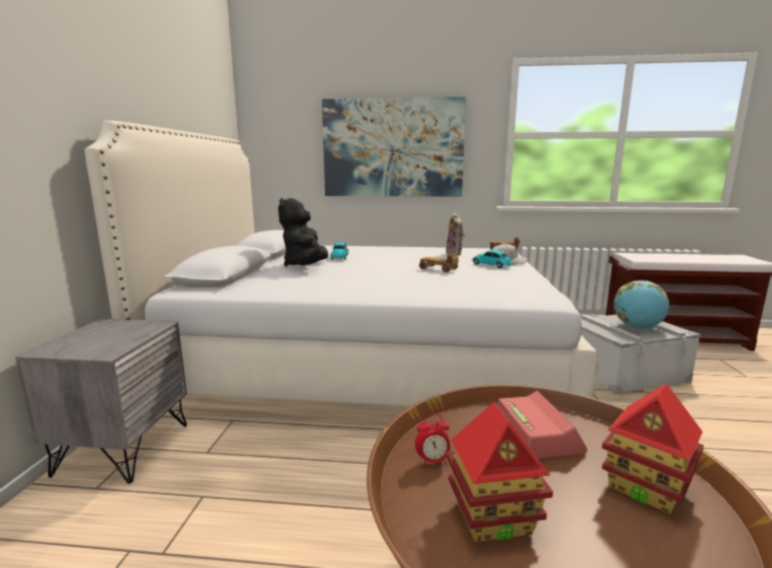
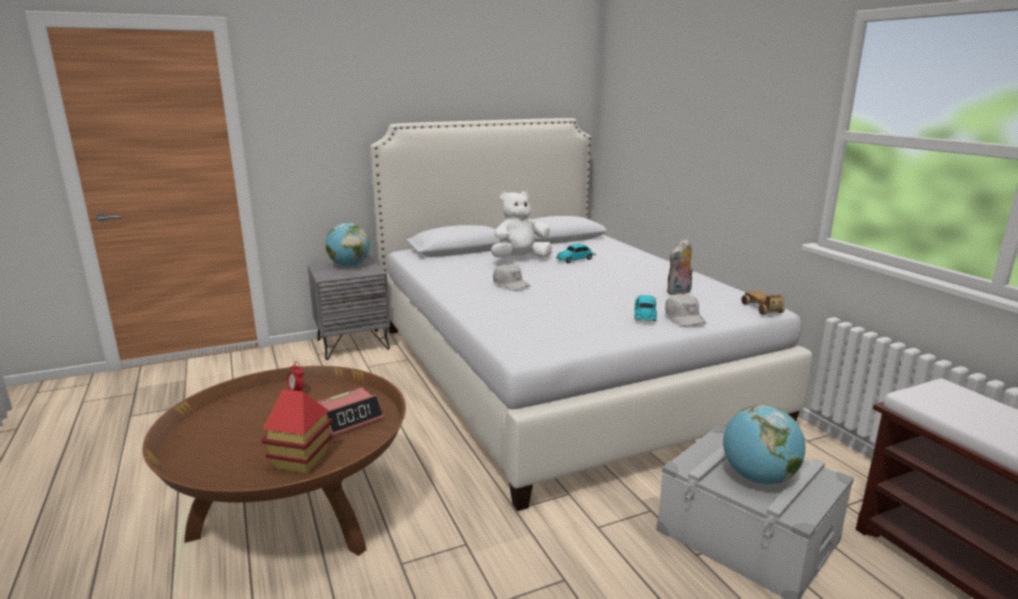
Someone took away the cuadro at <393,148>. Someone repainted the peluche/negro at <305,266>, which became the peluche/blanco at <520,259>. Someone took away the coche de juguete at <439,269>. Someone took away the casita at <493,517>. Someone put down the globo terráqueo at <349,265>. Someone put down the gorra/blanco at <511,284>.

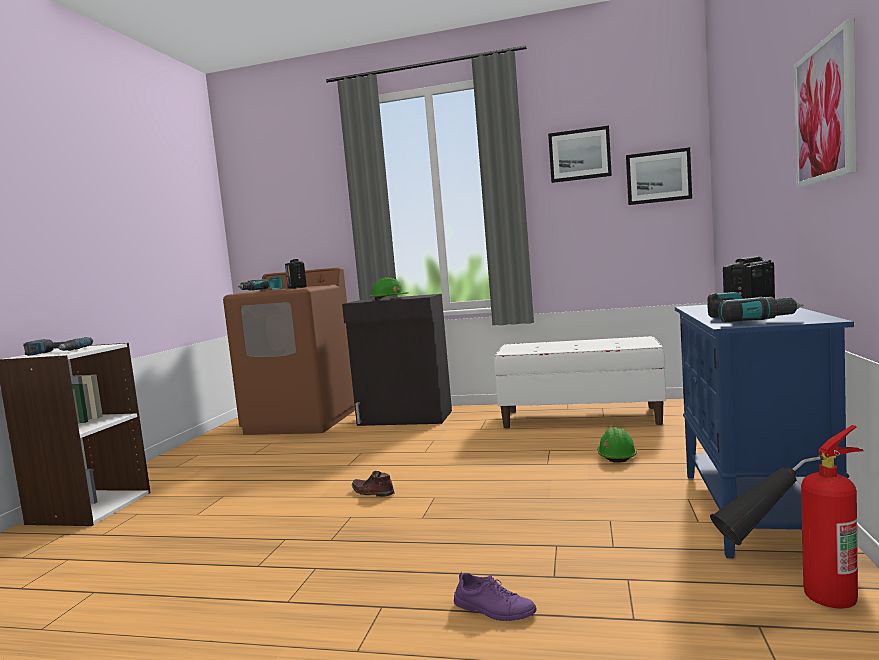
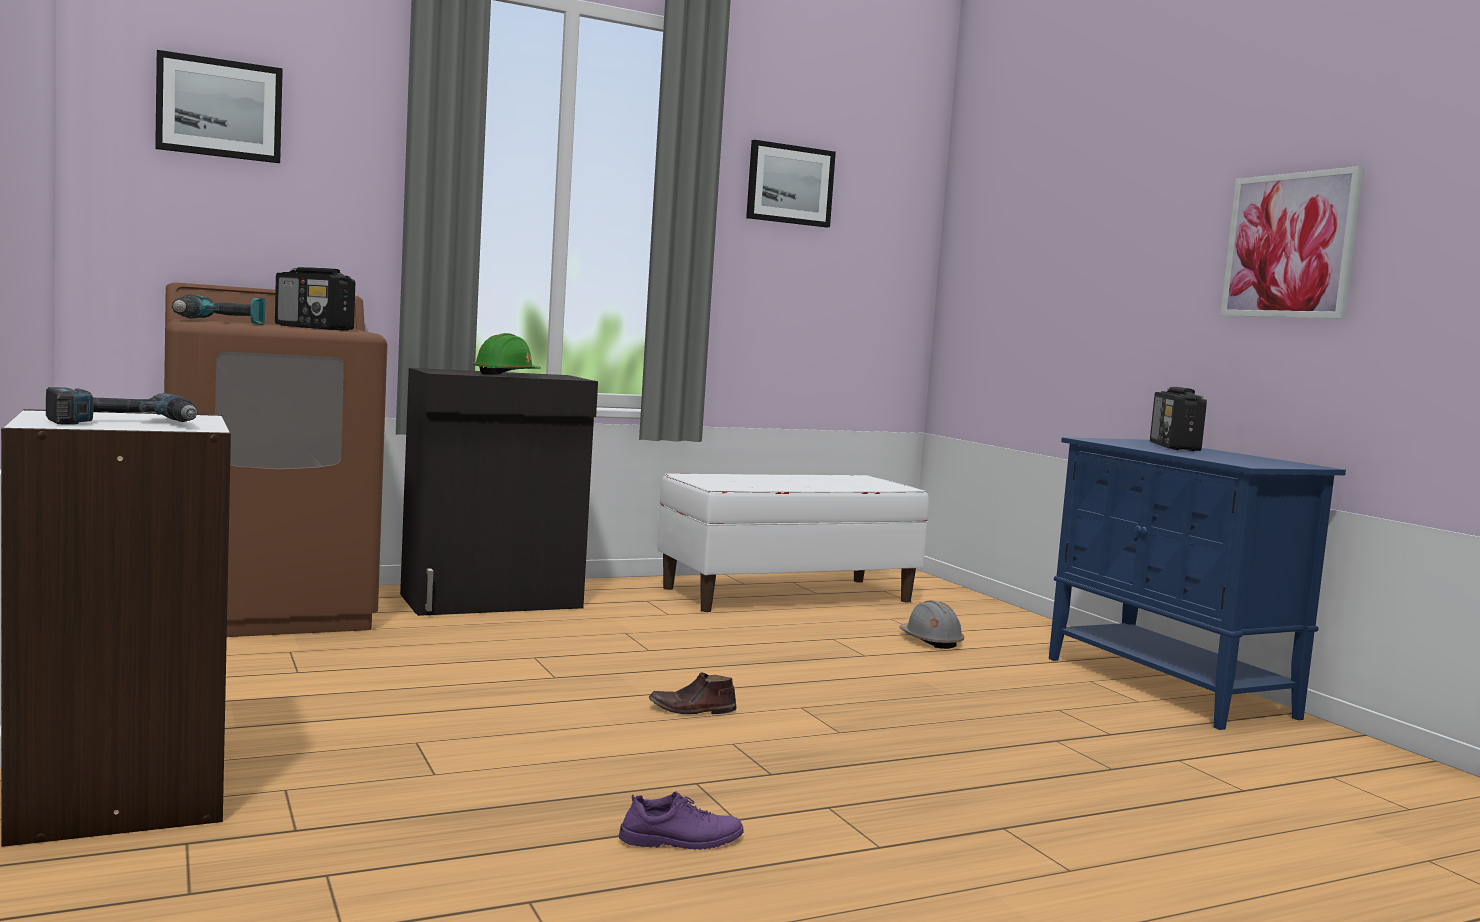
Someone carried the cuadro from <658,177> to <219,108>. Someone took away the taladro at <747,319>. Someone took away the extintor at <793,605>. Someone repainted the casco/verde at <617,456>, which became the casco/gris at <931,641>. Someone carried the zapato/morado from <494,609> to <681,840>.

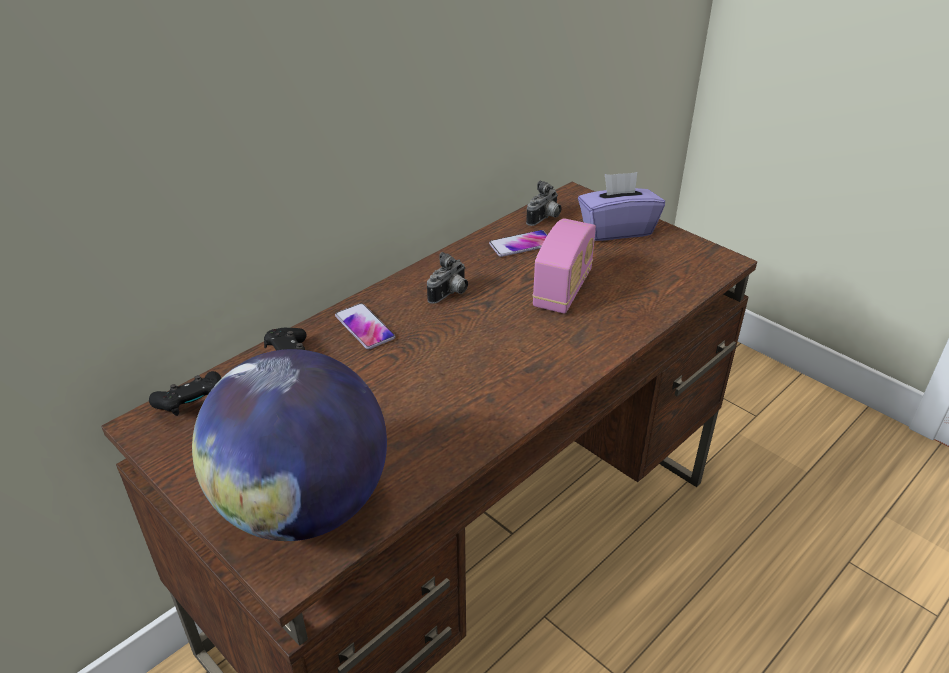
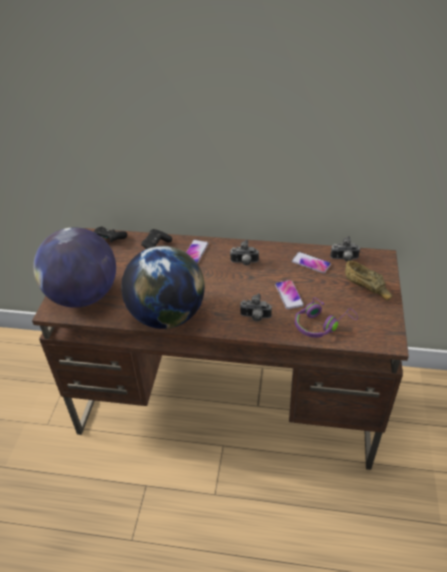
Someone swapped the caja de pañuelos/morado at <616,229> for the cuenco/marrón at <368,288>. Someone swapped the radio at <562,290> for the móvil at <289,295>. Someone put down the globo terráqueo at <167,316>. Someone put down the cámara at <255,317>. Someone put down the auriculares/morado at <321,324>.

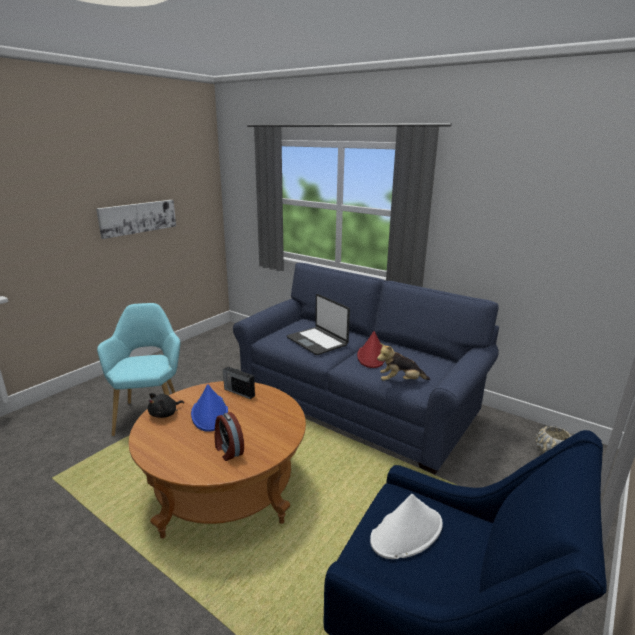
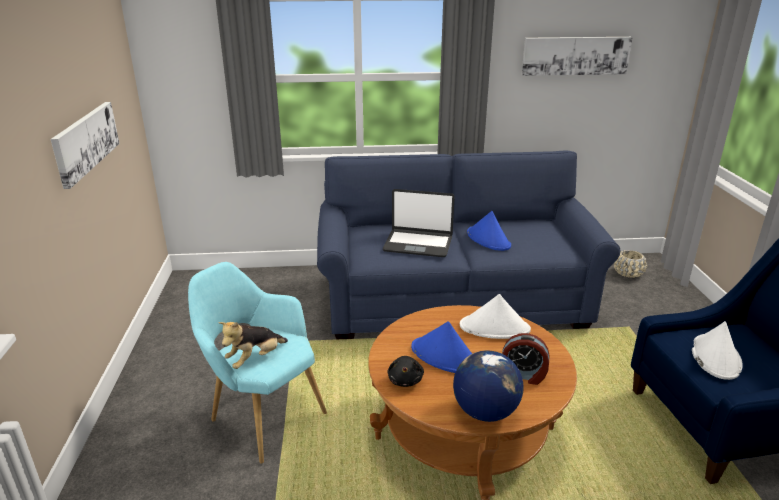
Someone repainted the sombrero/rojo at <372,356>, which became the sombrero/azul at <488,239>. Someone carried the peluche from <400,381> to <255,359>. Someone took away the radio at <239,392>. Someone put up the cuadro at <575,55>. Someone put down the sombrero/blanco at <495,328>. Someone put down the globo terráqueo at <485,412>.

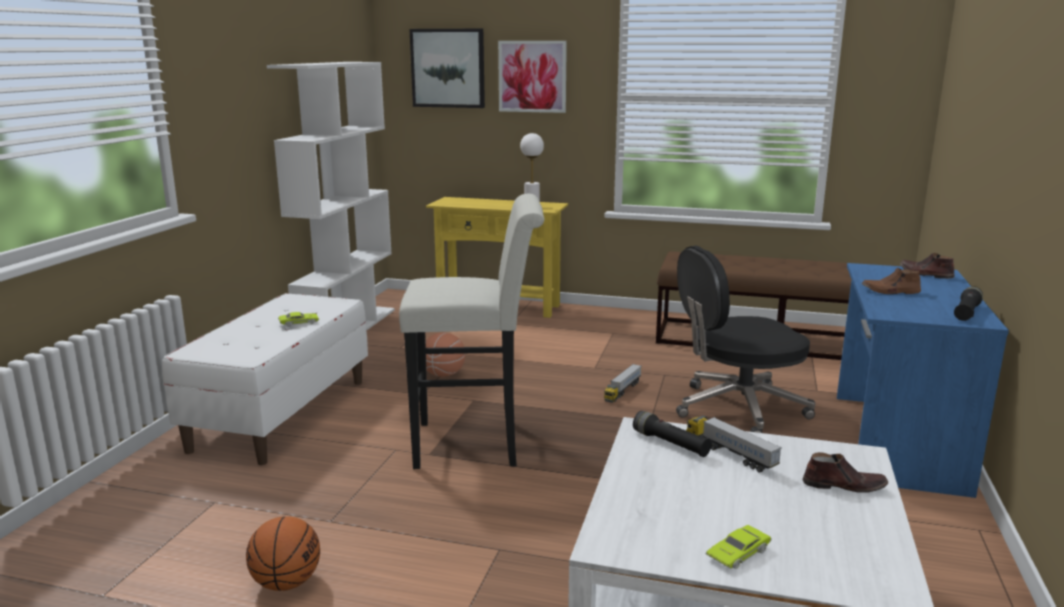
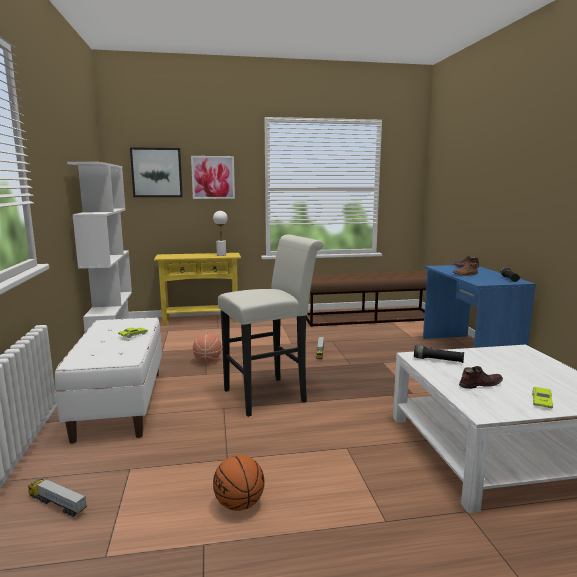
Someone took away the silla de oficina/negro at <737,409>. Someone carried the camión de juguete from <730,453> to <57,504>. Someone carried the zapato/marrón from <843,485> to <480,384>.

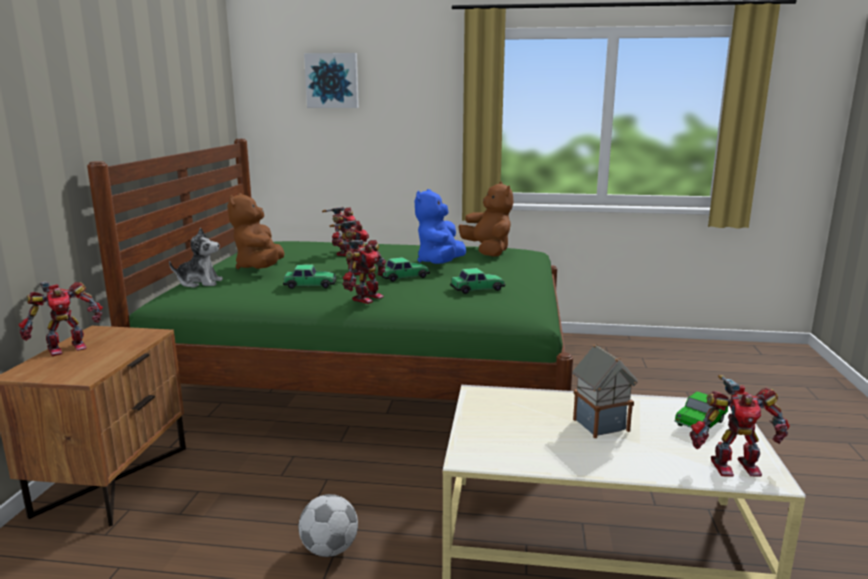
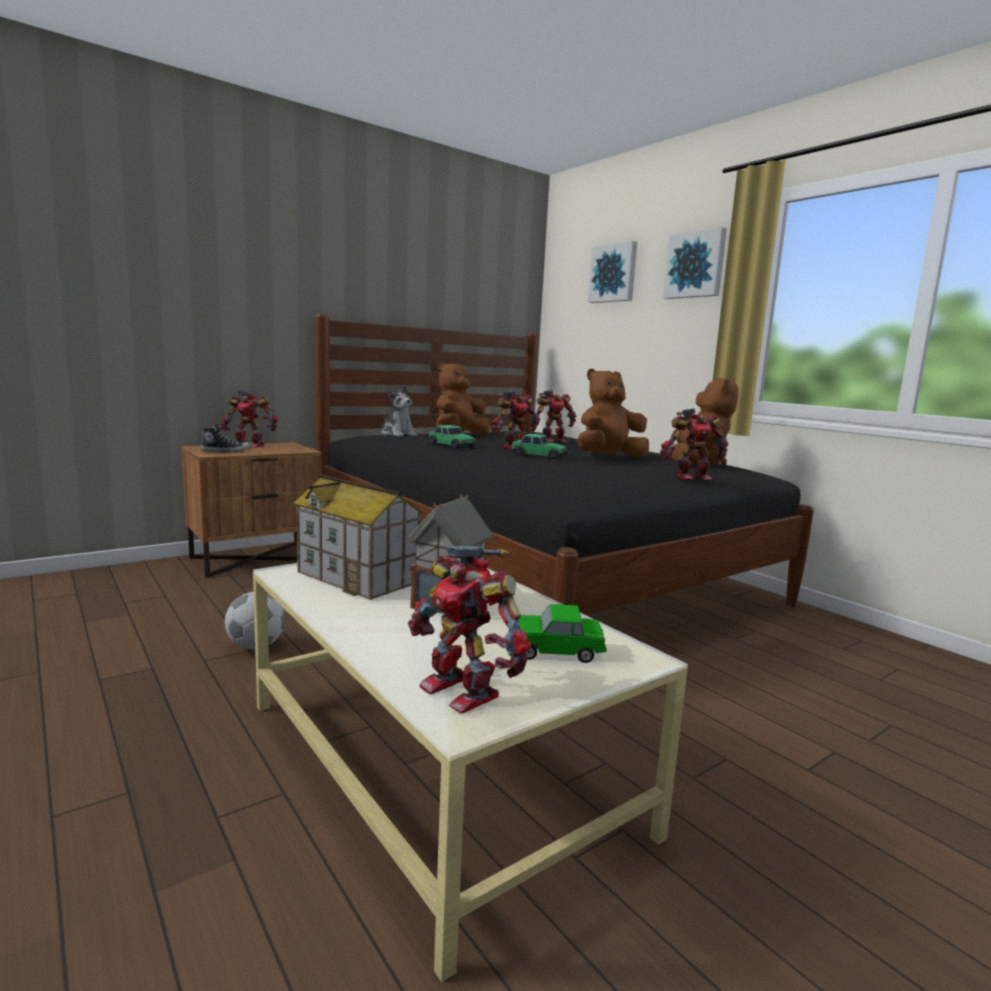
Someone repainted the cama/verde at <373,376>, which became the cama/negro at <532,571>. Someone repainted the peluche/azul at <440,263>, which became the peluche/marrón at <608,457>. Someone carried the robot de juguete from <365,298> to <690,477>. Someone took away the coche de juguete at <477,289>. Someone put up the cuadro at <695,265>. Someone put down the zapato at <226,451>. Someone put down the casita at <359,577>.

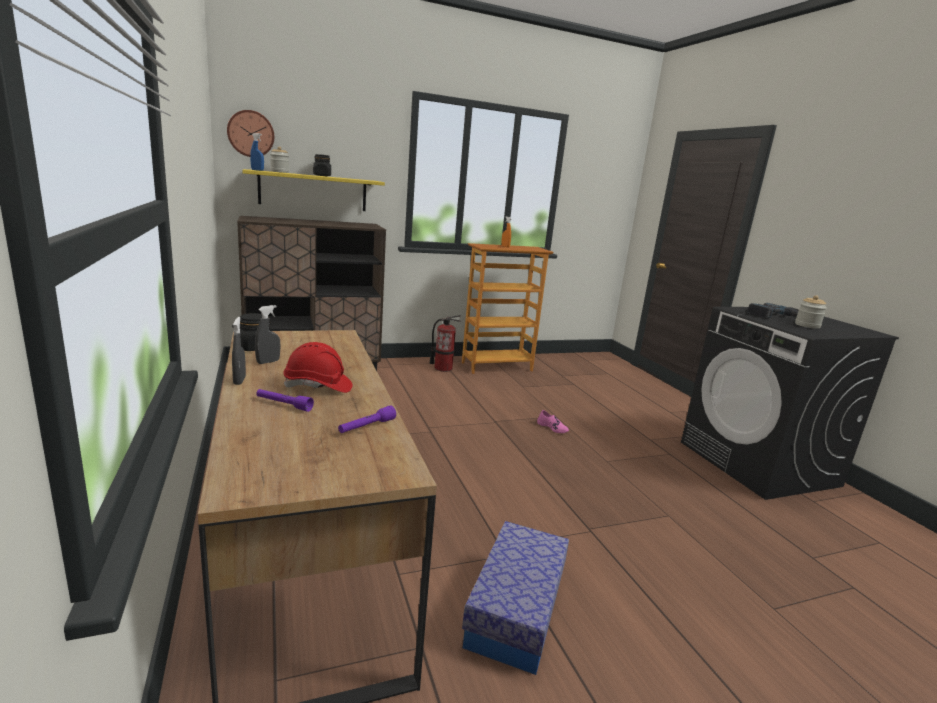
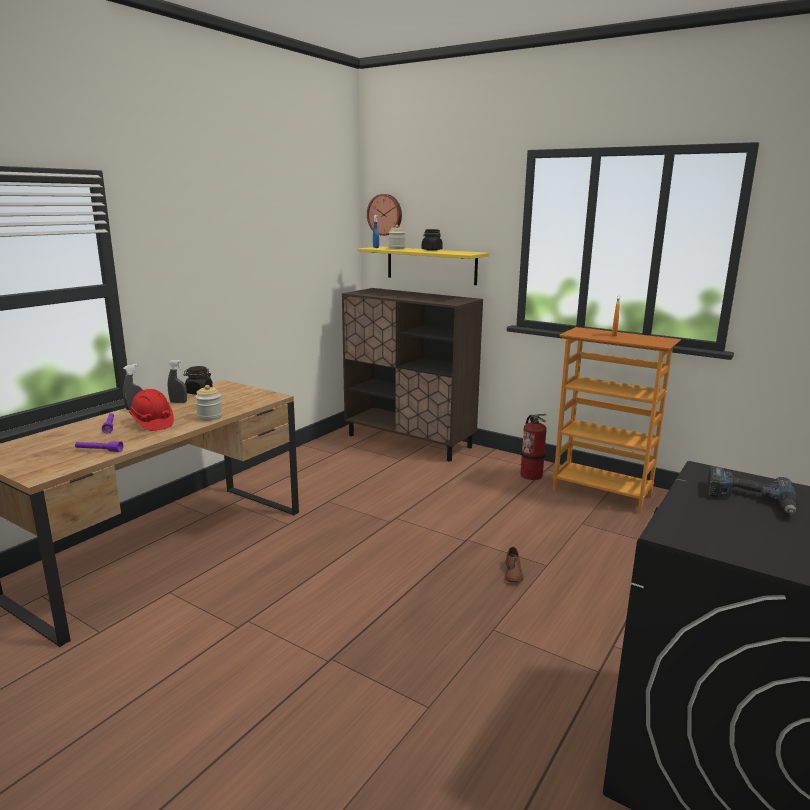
Someone carried the tarro from <807,325> to <210,417>. Someone repainted the zapato/rosa at <552,428>, which became the zapato/marrón at <513,573>. Someone took away the caja de almacenaje at <515,610>.

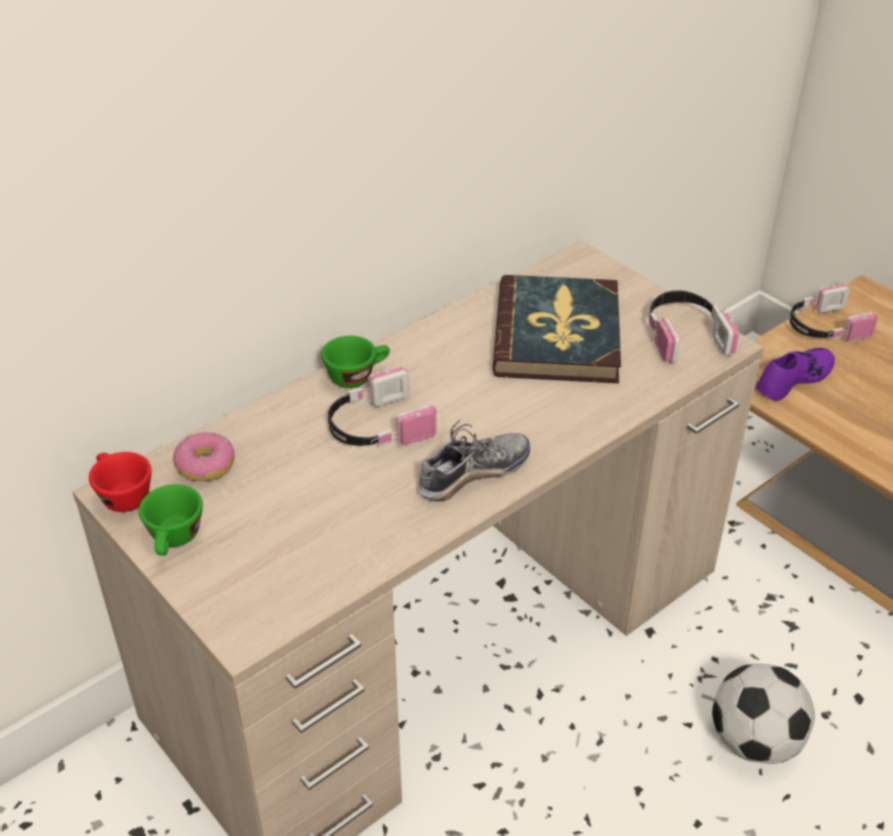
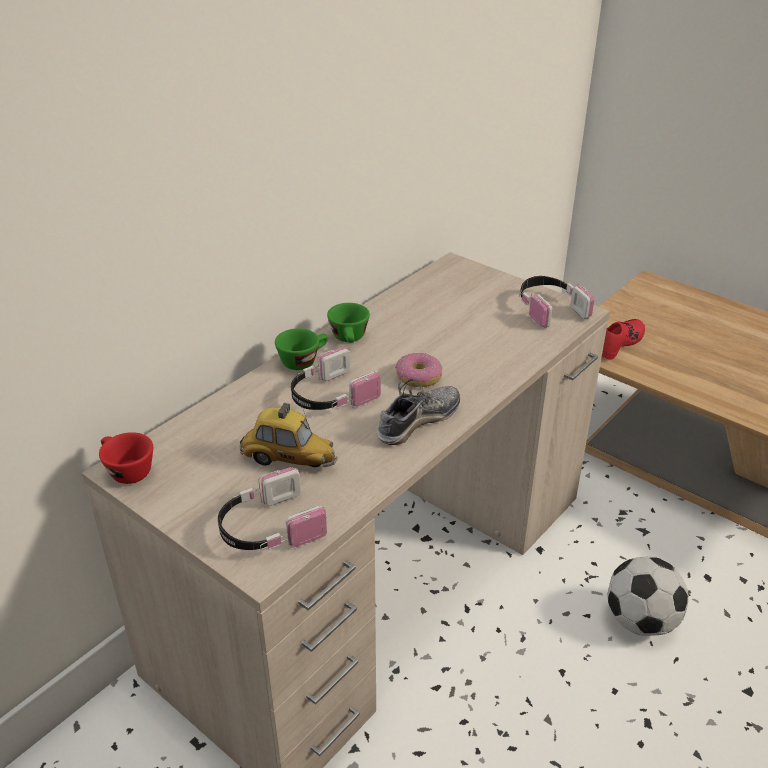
Someone took away the libro at <558,335>. Someone carried the auriculares from <824,328> to <268,528>. Someone repainted the zapato/morado at <793,379>, which became the zapato/rojo at <617,344>. Someone carried the rosquilla from <205,465> to <418,377>. Someone carried the taza/verde from <175,540> to <350,339>. Someone put down the coche de juguete at <288,460>.

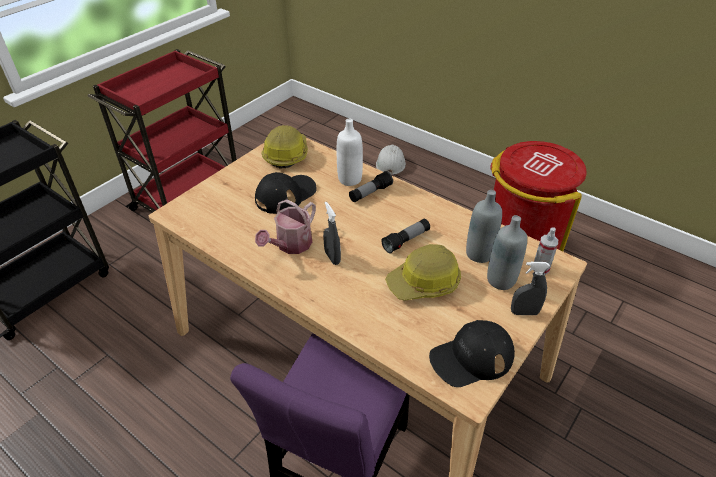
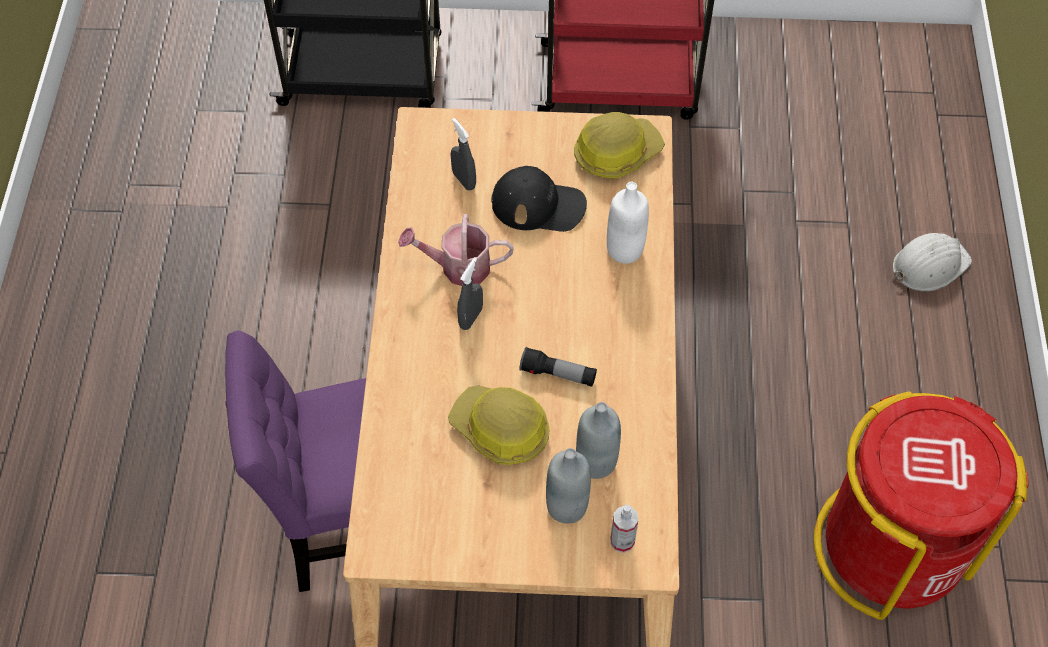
Someone took away the linterna at <370,193>. Someone carried the pulverizador/gris from <524,312> to <464,180>. Someone took away the gorra/negro at <471,358>.

